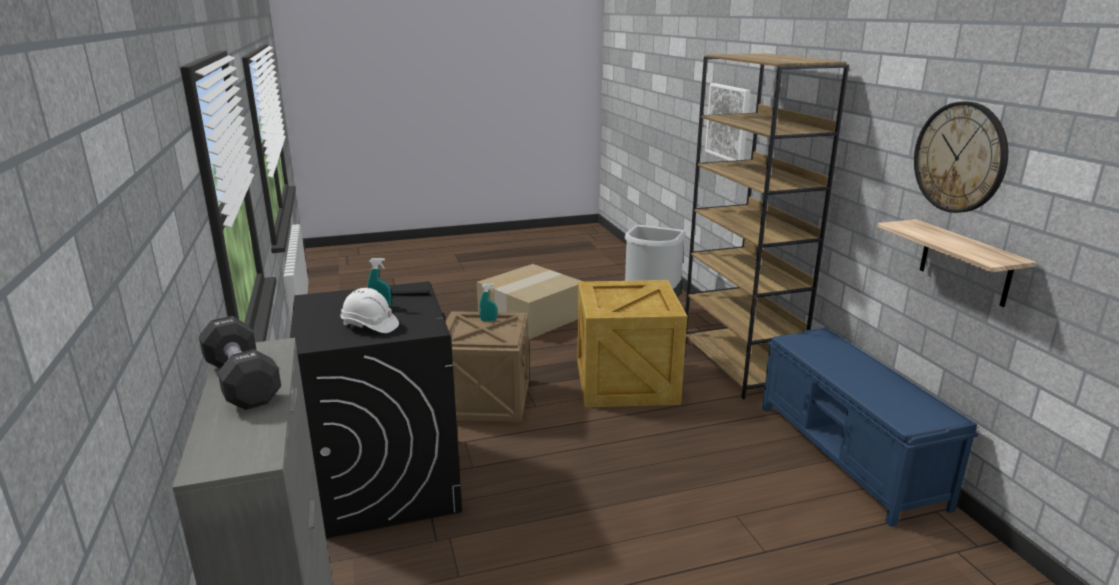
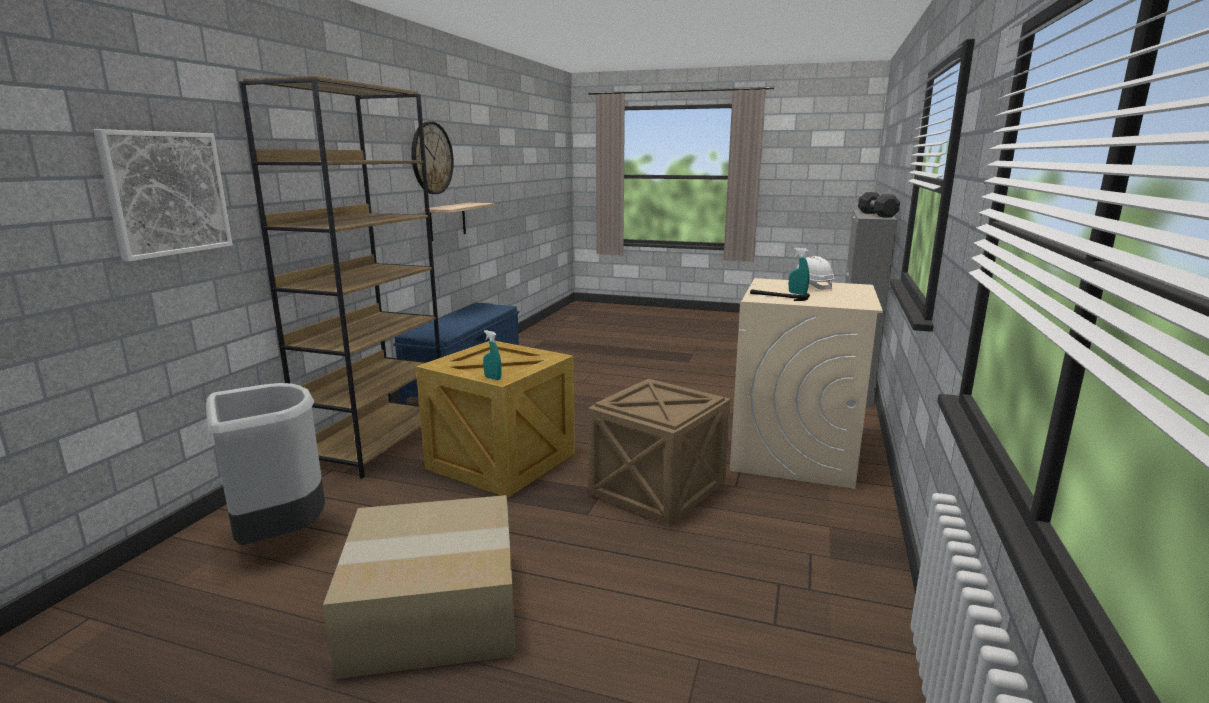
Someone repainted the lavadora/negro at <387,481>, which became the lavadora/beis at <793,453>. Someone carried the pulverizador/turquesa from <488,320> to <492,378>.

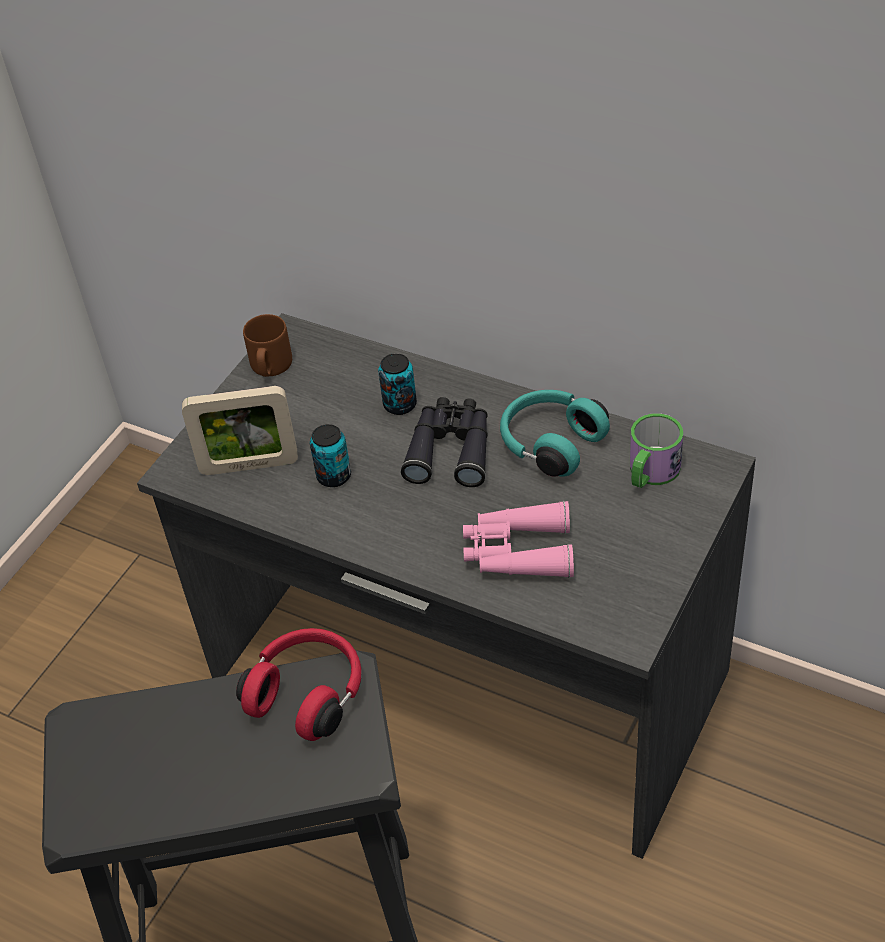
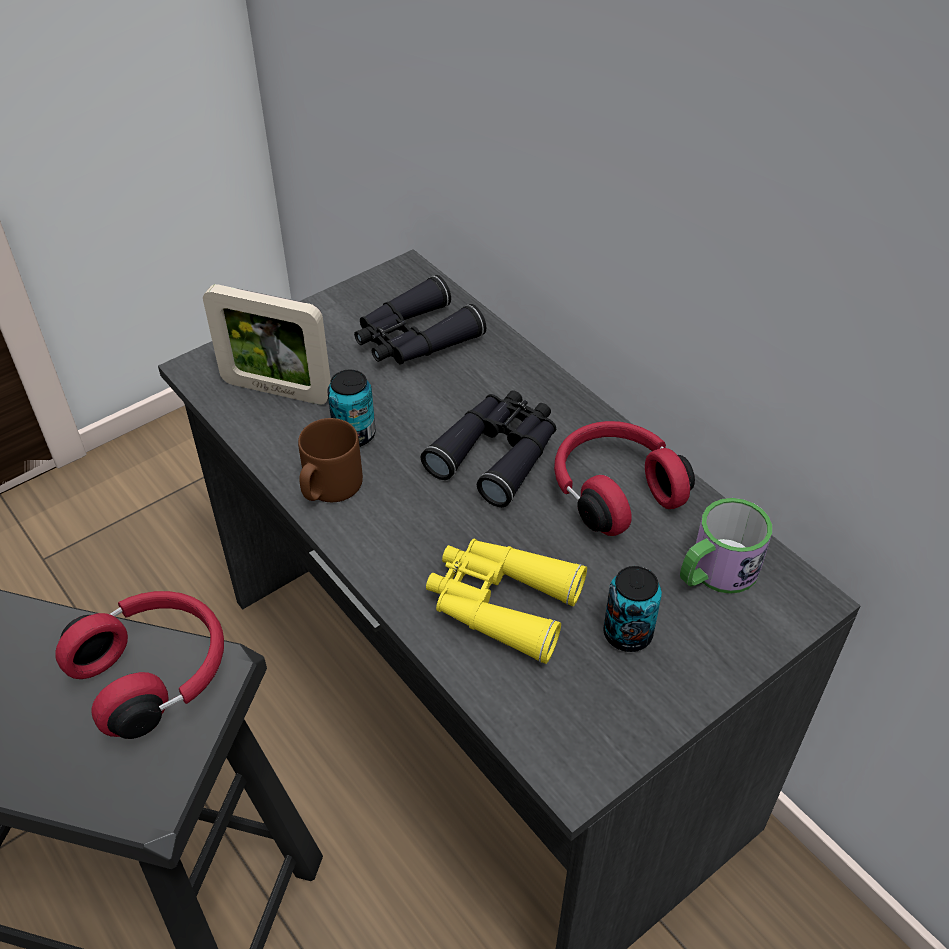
Someone carried the taza grande/marrón from <270,367> to <329,487>. Someone carried the lata from <400,405> to <627,634>. Someone repainted the auriculares/turquesa at <550,443>, which became the auriculares/rojo at <614,490>. Someone repainted the prismáticos/rosa at <517,552>, which became the prismáticos/amarillo at <501,604>. Someone put down the prismáticos/negro at <414,339>.

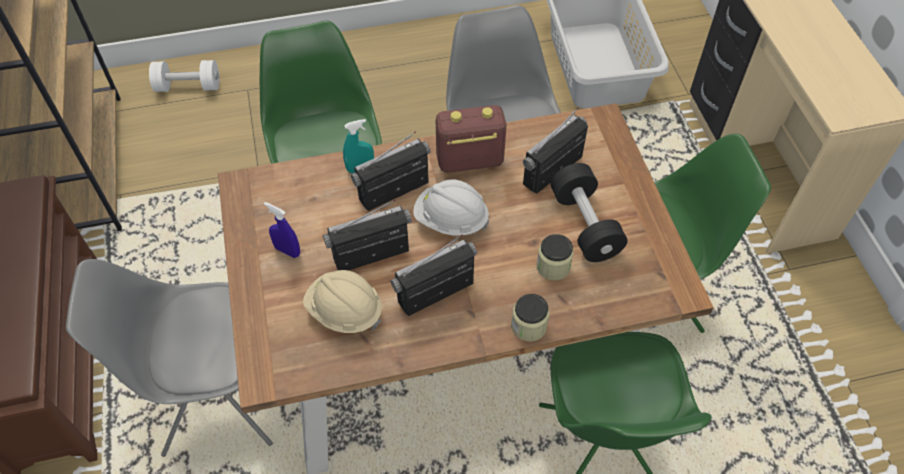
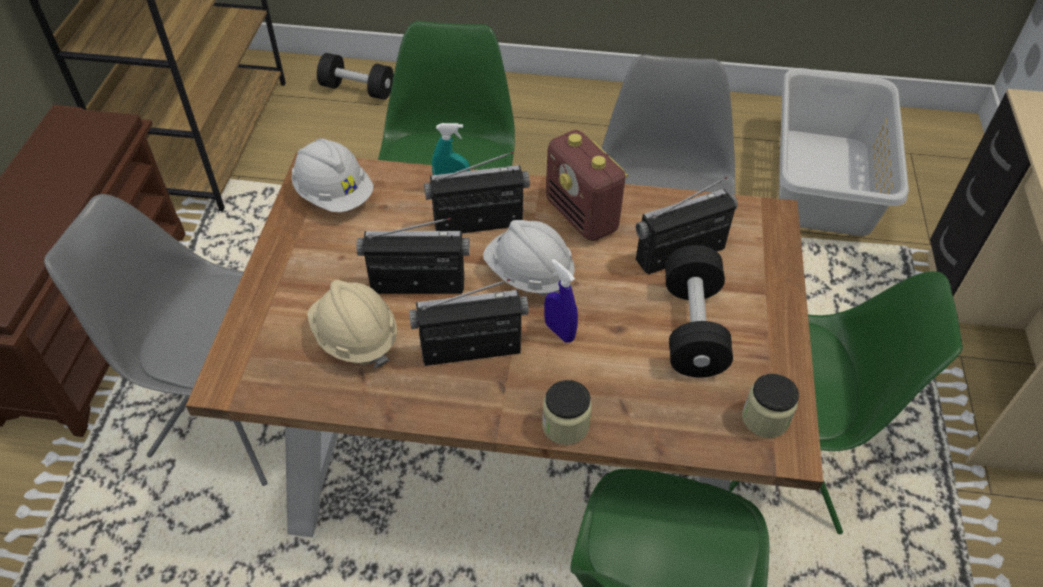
Someone repainted the mancuerna/blanco at <188,86>, which became the mancuerna/negro at <357,89>. Someone rotated the radio at <469,161> by 135 degrees counterclockwise. Someone carried the pulverizador/azul from <287,251> to <559,331>. Someone carried the tarro from <553,266> to <765,418>. Someone put down the casco/blanco at <334,195>.

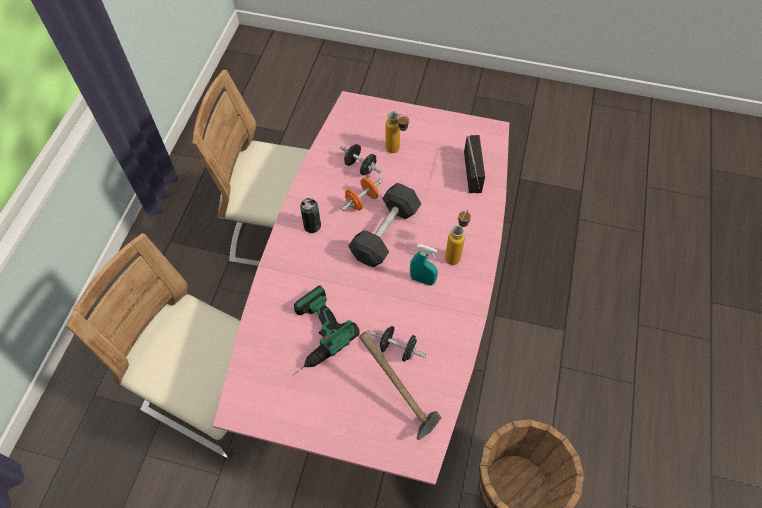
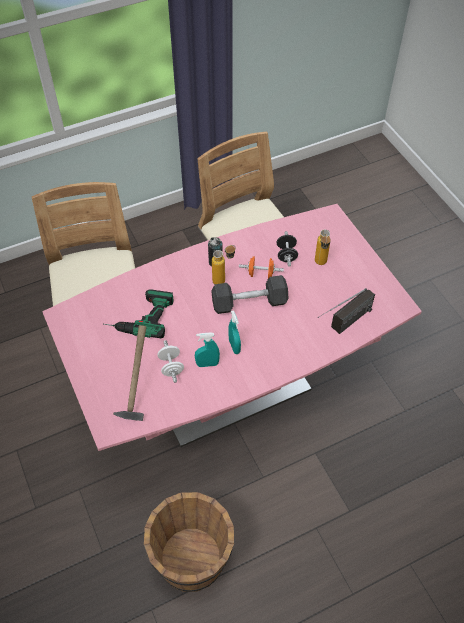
Someone carried the botella from <455,253> to <224,280>. Someone repainted the mancuerna/negro at <397,349>, which became the mancuerna/blanco at <171,367>. Someone put down the pulverizador/turquesa at <207,364>.

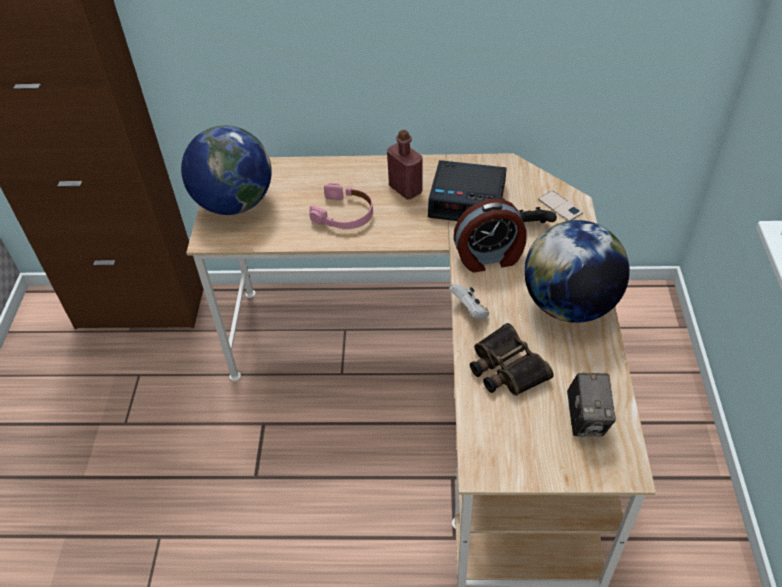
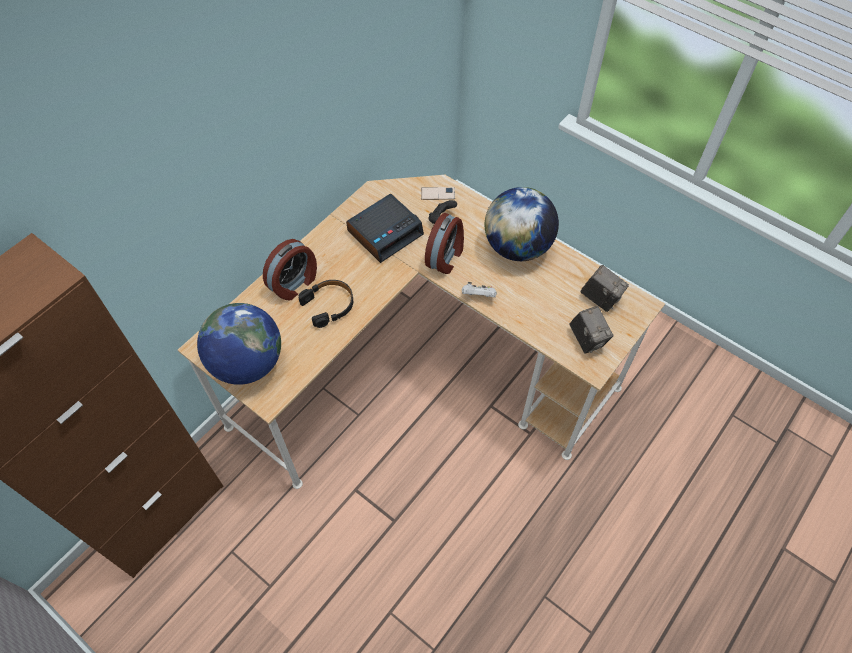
Someone took away the botella/rojo at <405,189>. Someone repainted the auriculares/rosa at <344,214>, which became the auriculares/negro at <329,305>. Someone took away the prismáticos at <505,368>. Someone put down the despertador at <294,283>. Someone put down the cámara at <587,339>.

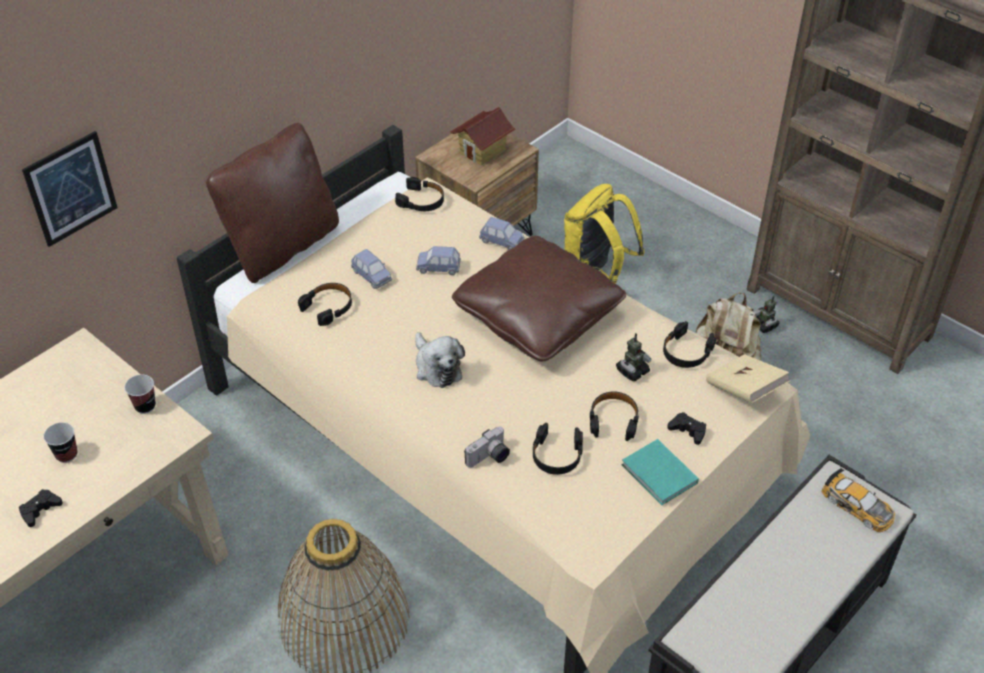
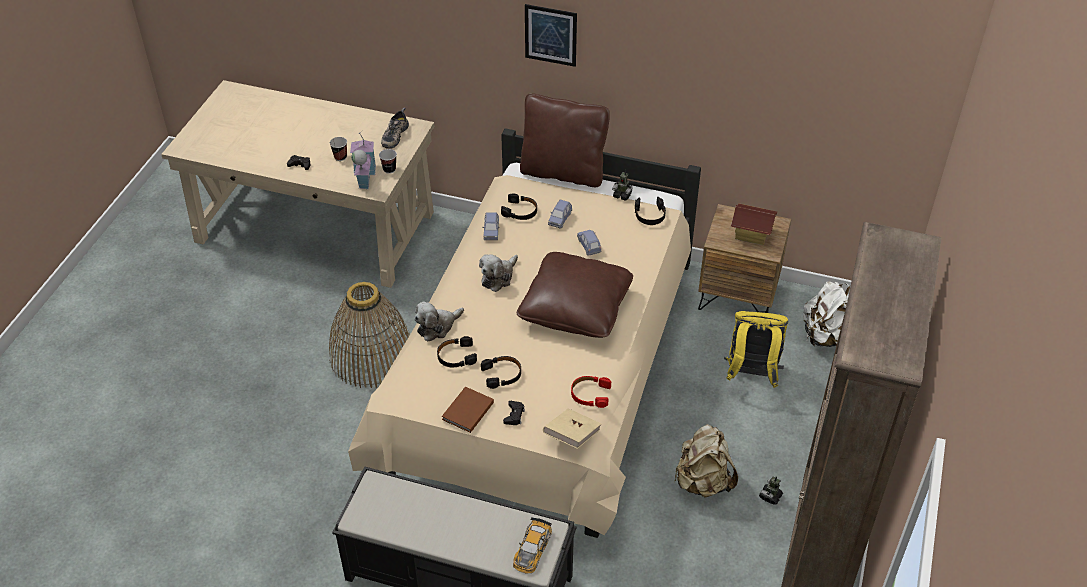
Someone carried the cuadro from <71,189> to <550,35>. Someone carried the coche de juguete/azul from <501,241> to <491,232>. Someone repainted the auriculares/negro at <686,352>, which became the auriculares/rojo at <590,394>. Someone carried the robot de juguete from <632,371> to <622,195>. Someone swapped the cámara at <489,458> for the peluche at <437,327>. Someone repainted the libro/turquesa at <659,475>, which became the libro/marrón at <466,411>. Someone put down the zapato at <394,135>. Someone put down the casita at <364,176>. Someone put down the mochila/blanco at <825,336>.

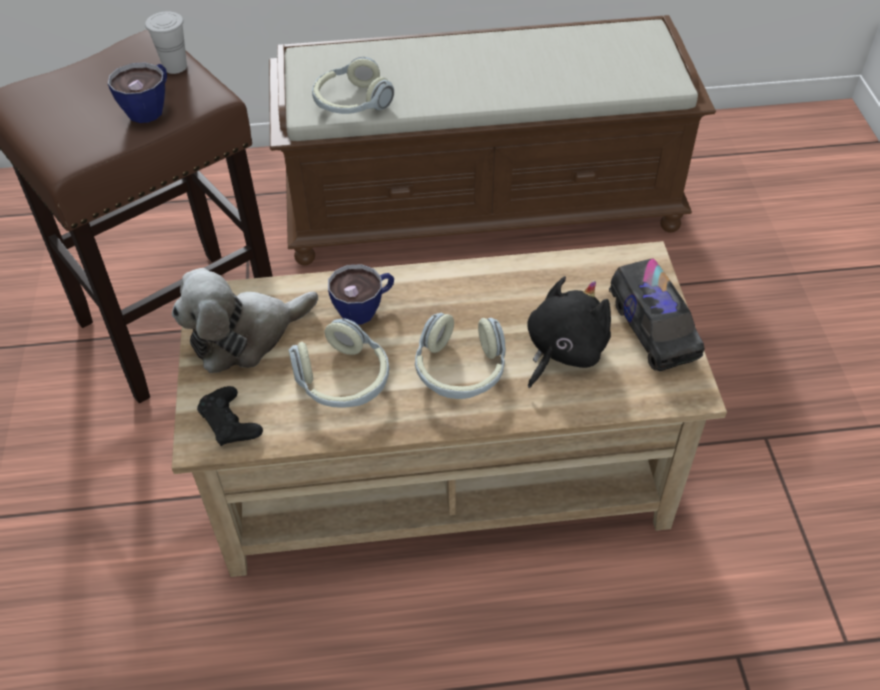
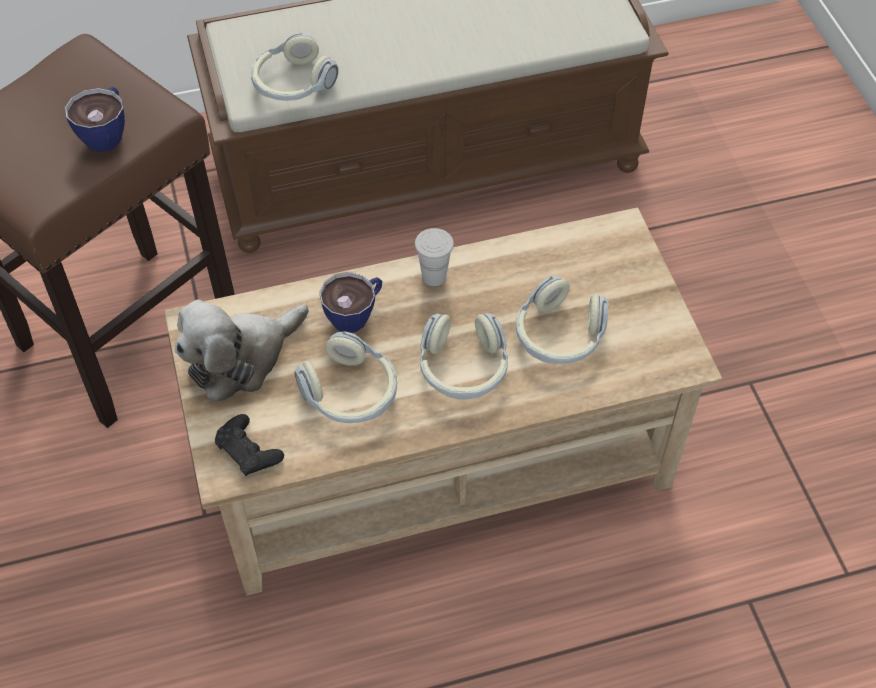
Someone carried the taza/blanco from <175,67> to <434,276>. Someone took away the camión de juguete at <652,329>. Someone swapped the peluche/negro at <563,350> for the auriculares at <559,335>.

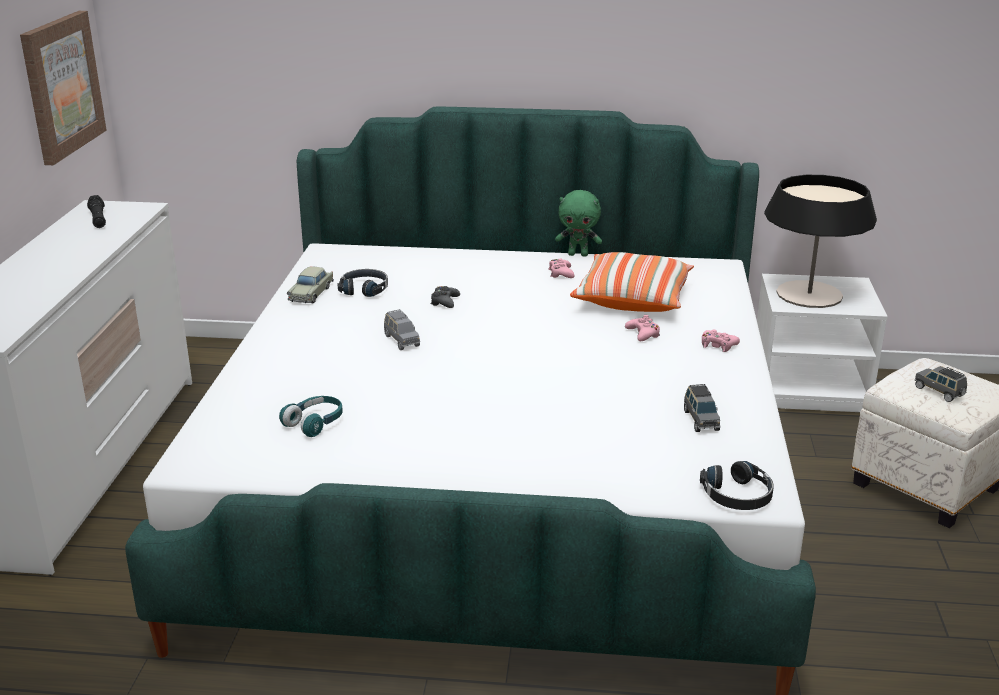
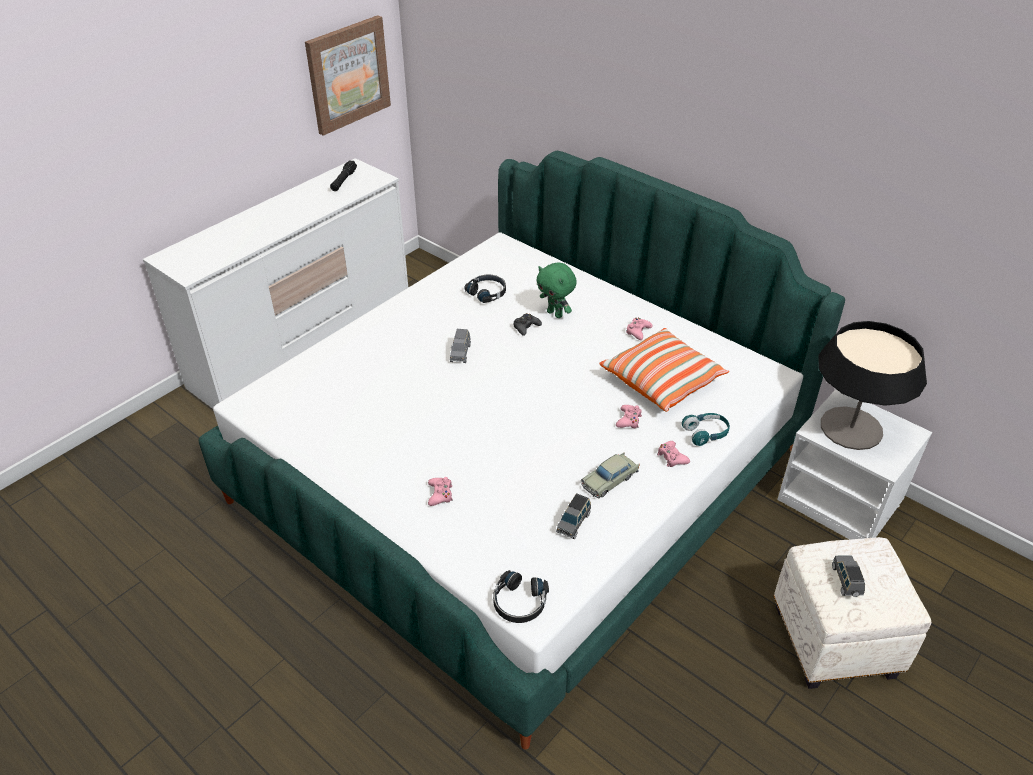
Someone carried the peluche/verde from <578,254> to <555,314>. Someone carried the coche de juguete/beis from <311,293> to <610,480>. Someone carried the auriculares/turquesa from <315,423> to <706,433>. Someone put down the mando de consola/rosa at <440,494>.

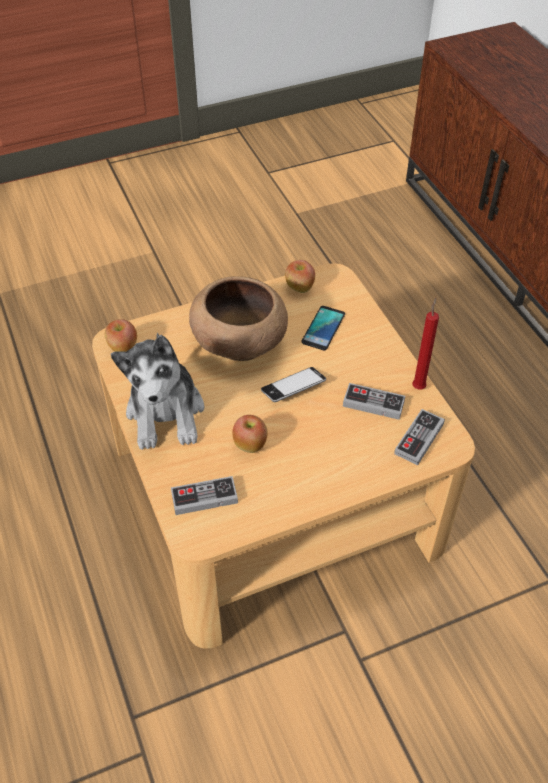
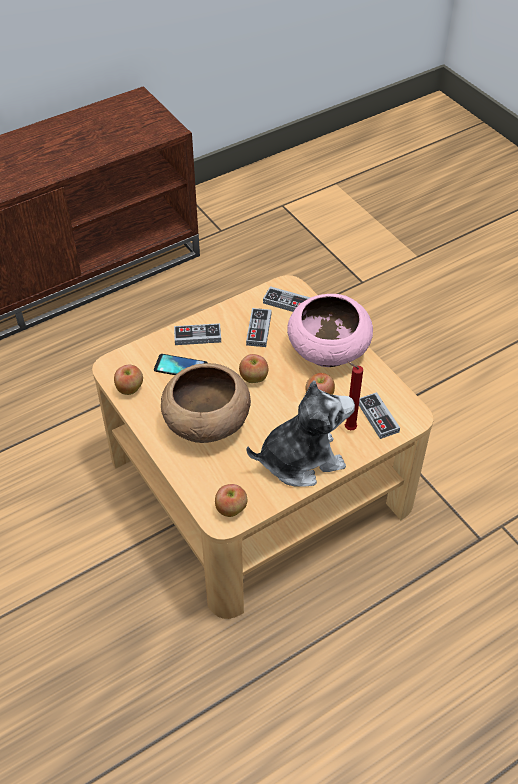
Someone carried the vela/rojo from <419,386> to <348,428>. Someone swapped the móvil at <293,388> for the manzana at <253,378>. Someone put down the cuenco/rosa at <328,351>. Someone put down the mando de consola at <197,336>.

